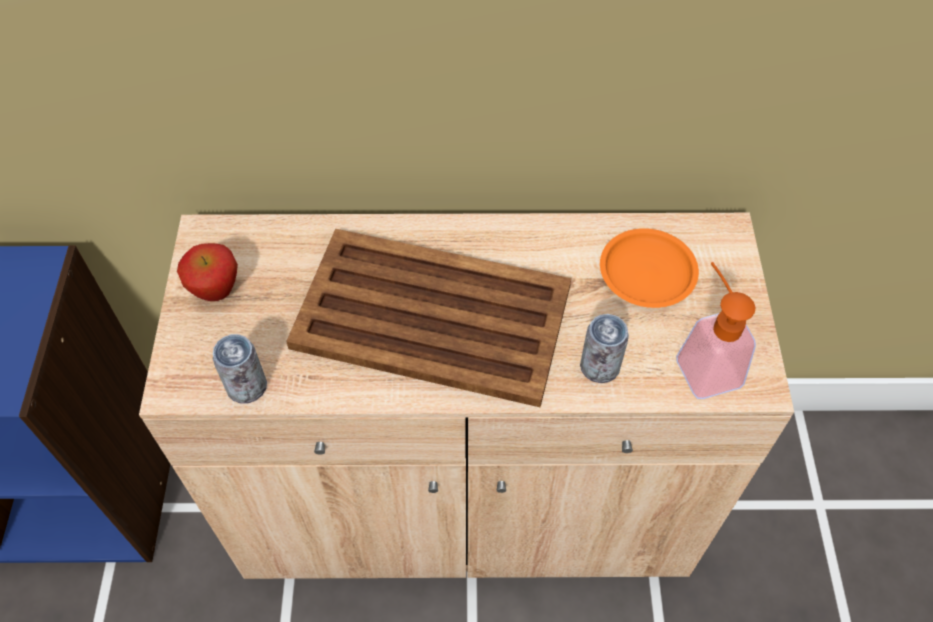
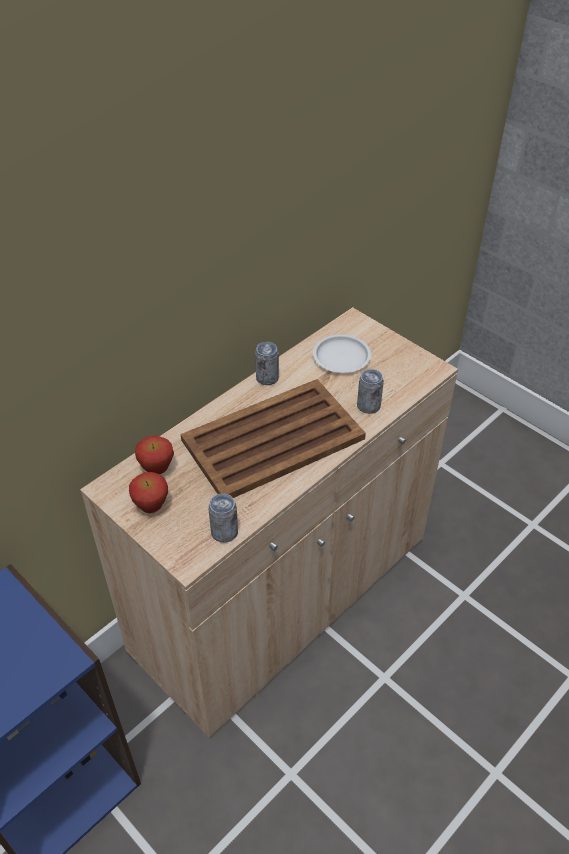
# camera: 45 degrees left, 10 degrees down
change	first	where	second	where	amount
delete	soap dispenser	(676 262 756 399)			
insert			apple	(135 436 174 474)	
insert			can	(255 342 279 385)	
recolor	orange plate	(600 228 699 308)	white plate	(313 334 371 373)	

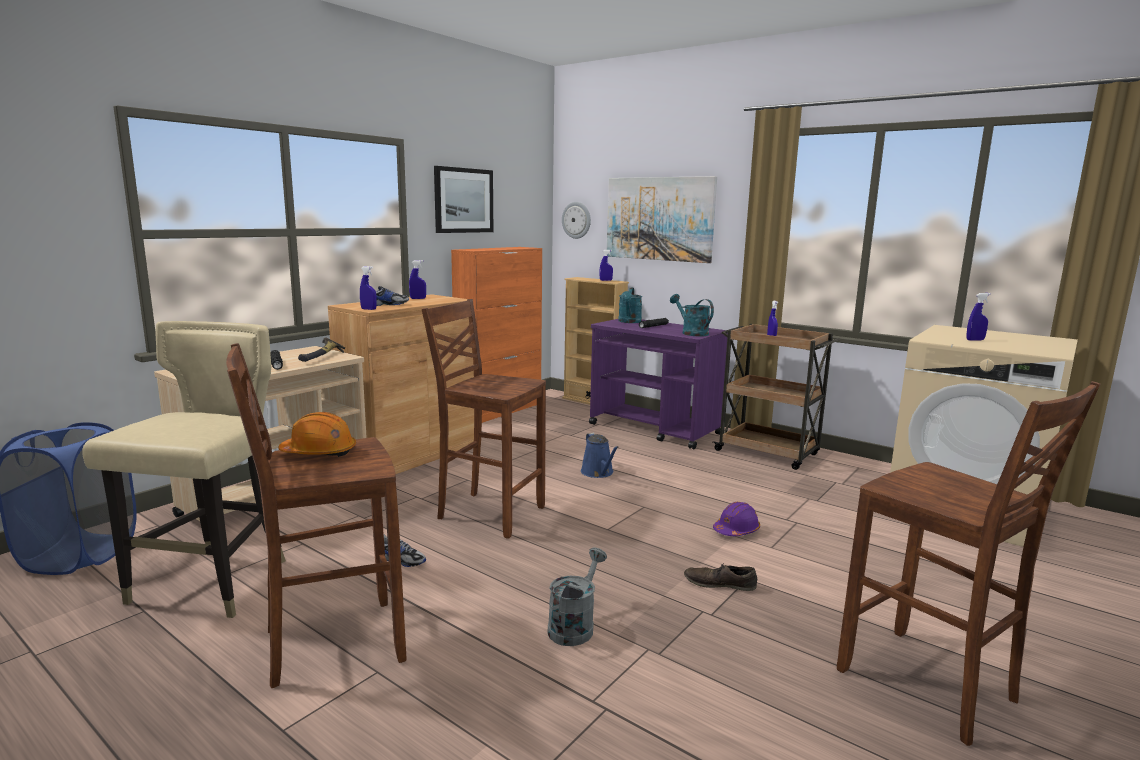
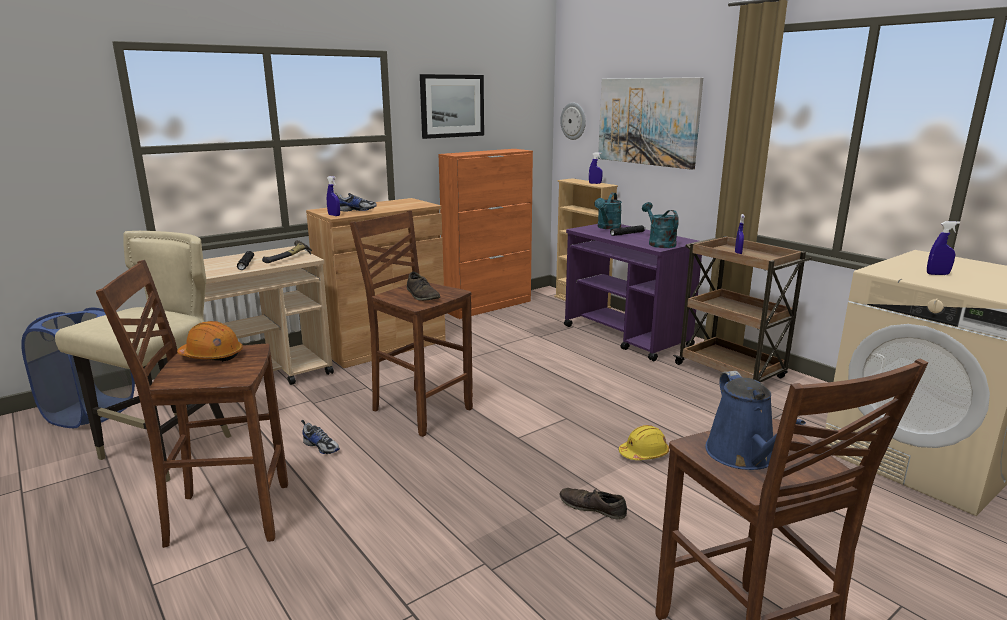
# camera: 15 degrees right, 5 degrees up
change	first	where	second	where	amount
delete	blue spray bottle	(409 260 426 299)			
delete	grey watering can	(547 548 607 646)			
insert			brown shoe	(407 271 440 301)	
move	blue watering can	(581 433 619 478)		(705 371 806 470)	
recolor	purple hard hat	(713 502 760 536)	yellow hard hat	(619 425 669 460)	

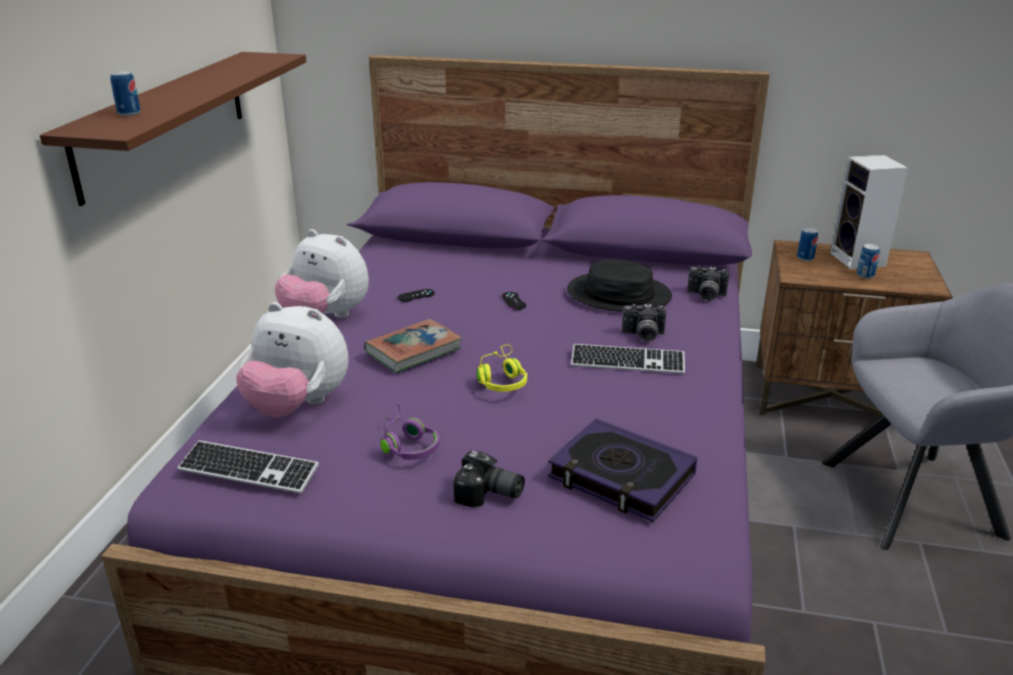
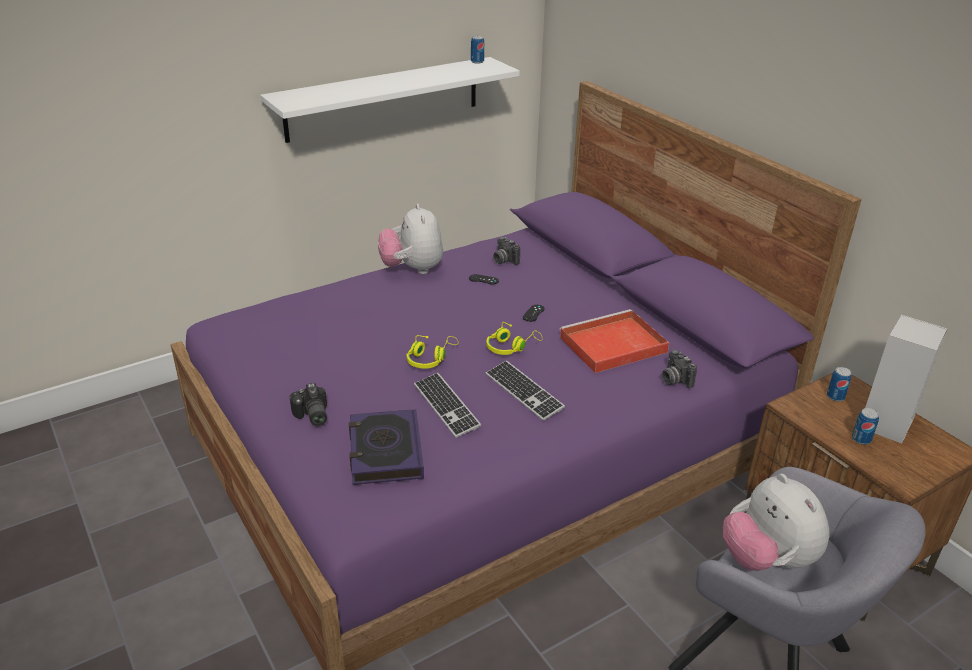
# camera: 45 degrees right, 5 degrees up
change	first	where	second	where	amount
delete	book	(364 319 462 373)			
delete	purple headphones	(380 404 440 460)			
insert			yellow headphones	(486 322 543 355)	
move	can	(110 71 141 116)		(471 36 484 64)	
move	keyboard	(177 440 319 493)		(414 372 481 438)	
move	plush toy	(236 302 349 418)		(723 473 830 571)	
move	photo camera	(622 304 666 342)		(493 237 520 265)	
replace	black hat	(567 259 672 312)	red tray	(559 309 669 373)	
recolor	brown shelf	(40 52 306 206)	white shelf	(260 57 520 143)	

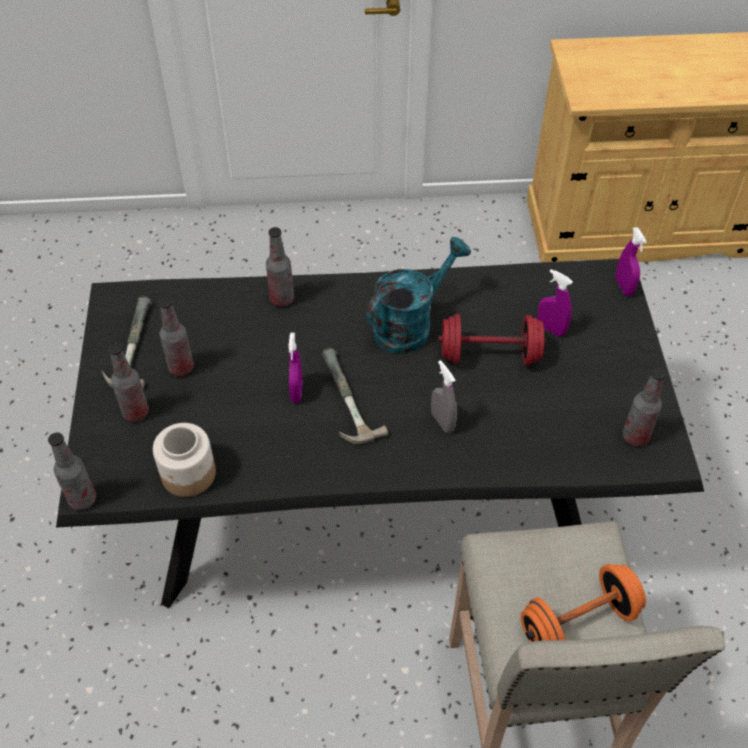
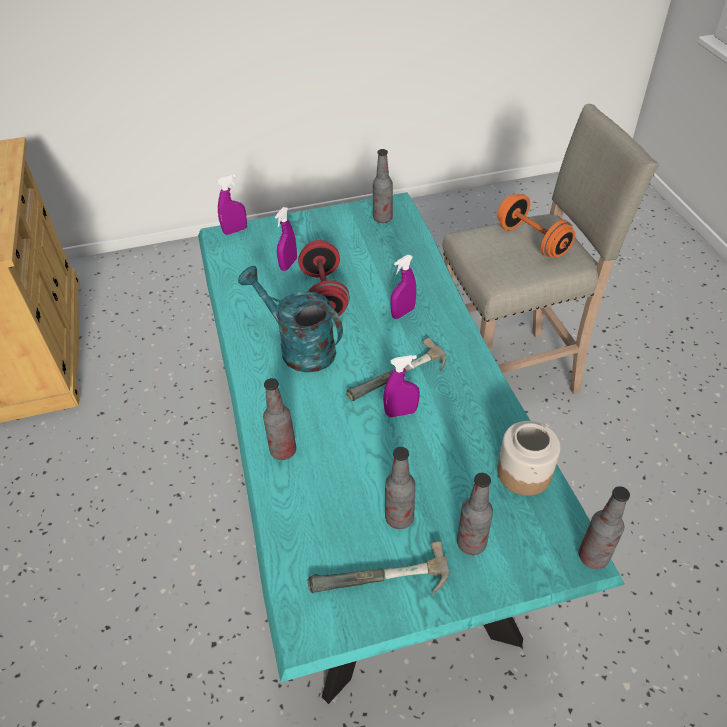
# camera: 100 degrees left, 5 degrees down
change	first	where	second	where	amount
recolor	black dining table	(56 259 704 608)	turquoise dining table	(198 192 625 704)	
recolor	grey spray bottle	(431 360 457 433)	purple spray bottle	(391 255 416 319)	

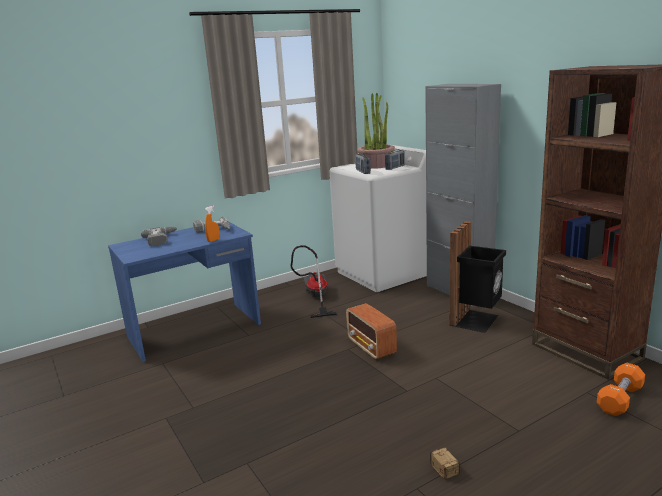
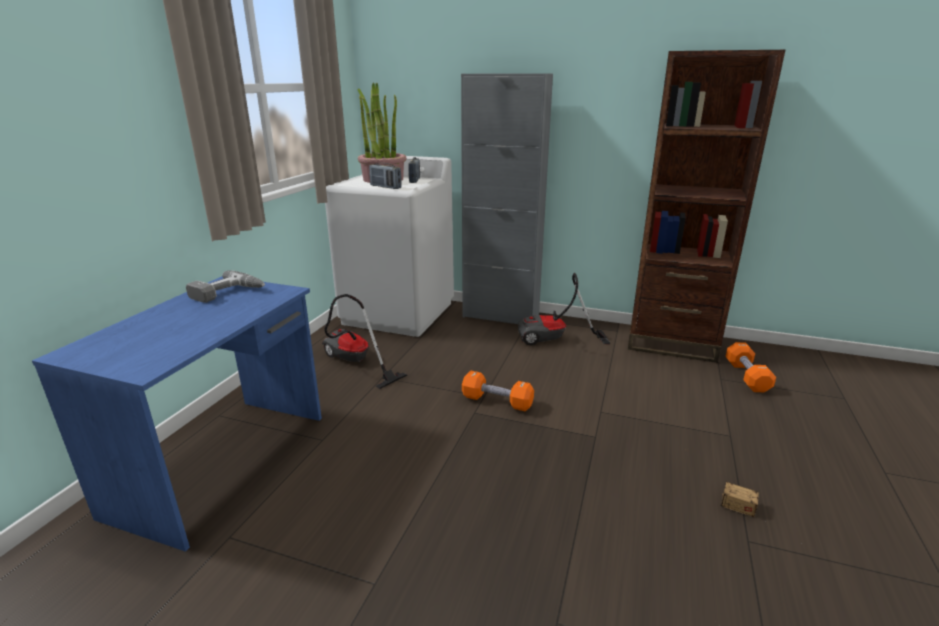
# camera: 40 degrees left, 5 degrees up
change	first	where	second	where	amount
delete	power drill	(141 227 178 246)			
delete	orange spray bottle	(205 205 220 242)			
replace	radio	(346 303 397 360)	orange dumbbell	(462 371 534 411)	
replace	black trash can	(449 221 506 333)	vacuum cleaner	(518 273 610 345)	

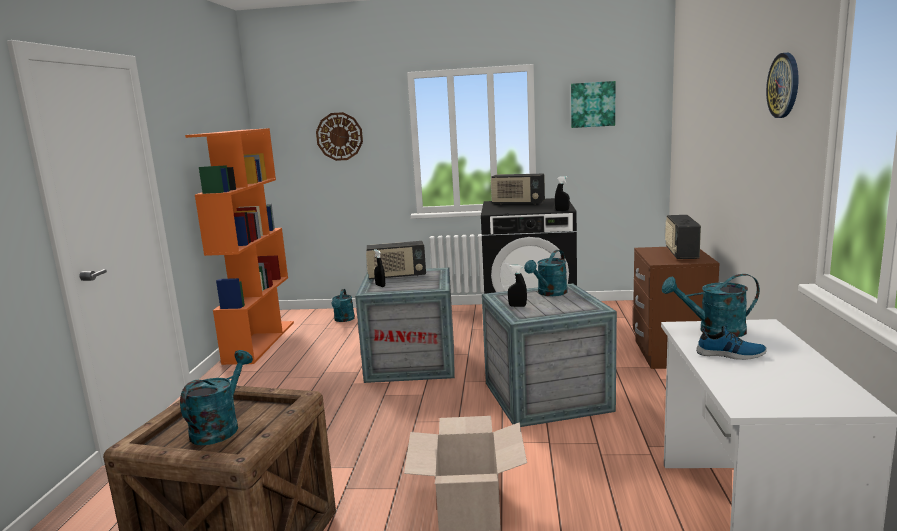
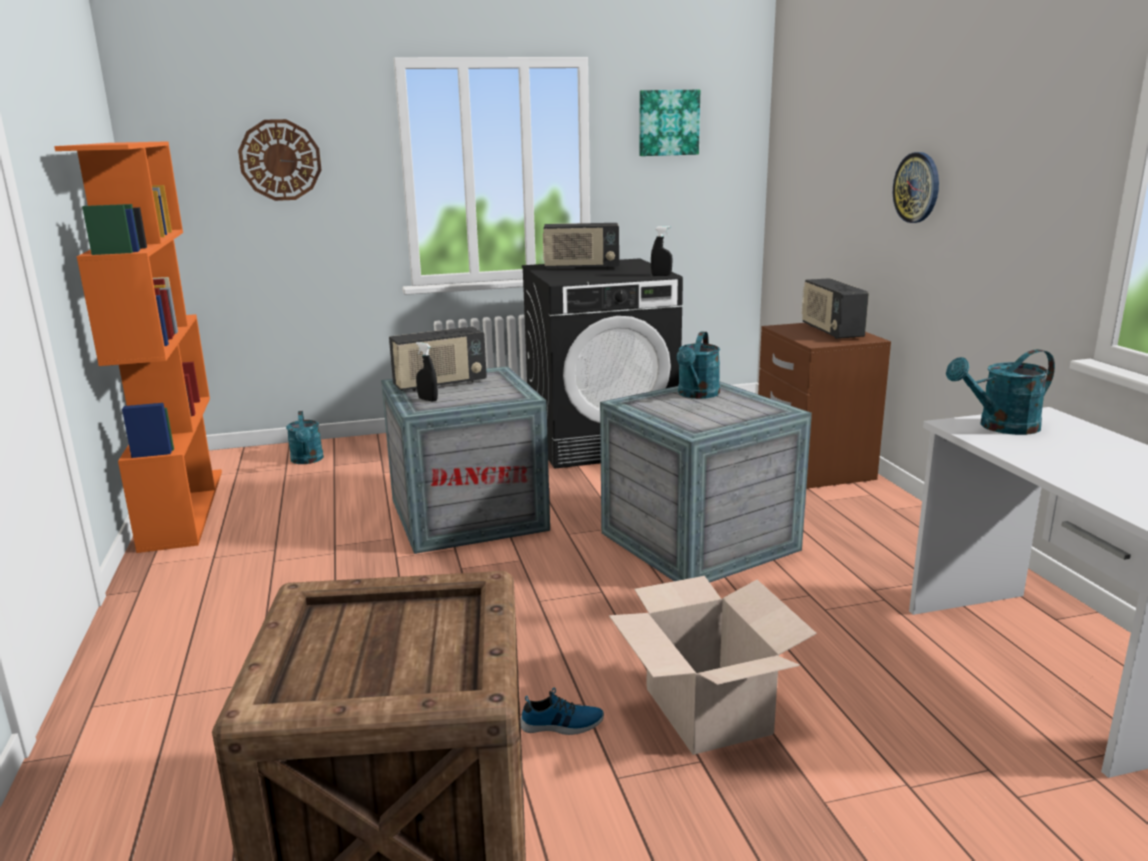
# camera: 20 degrees left, 5 degrees up
change	first	where	second	where	amount
delete	turquoise watering can	(180 350 253 445)			
delete	black spray bottle	(508 265 527 307)			
move	shoe	(696 323 767 360)		(520 688 604 735)	
move	wall clock	(766 53 799 118)		(893 152 939 223)	

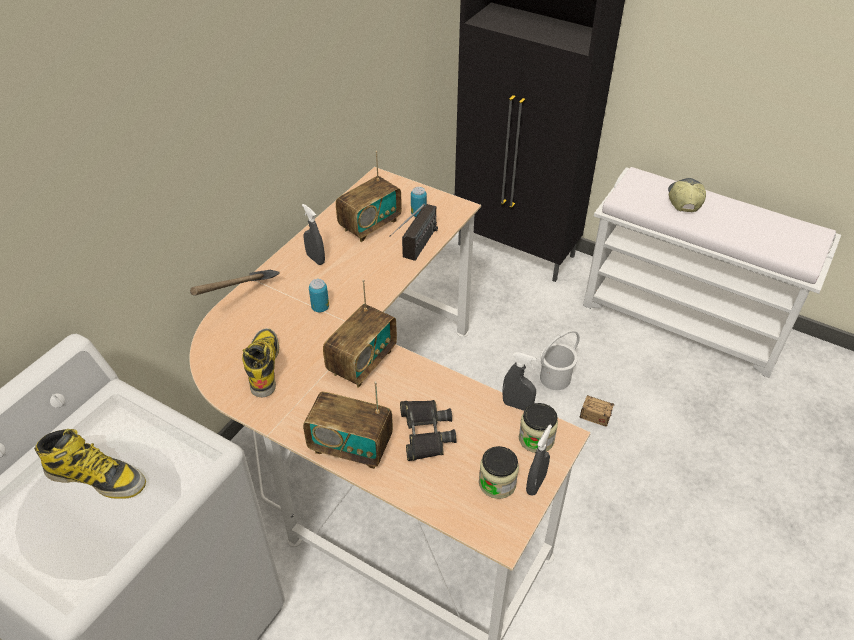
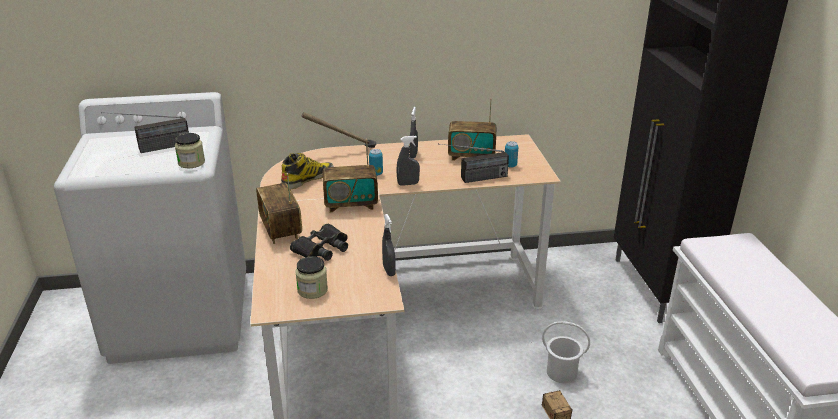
# camera: 50 degrees right, 15 degrees down
change	first	where	second	where	amount
delete	cap	(668 178 706 212)			
move	jar	(519 403 558 453)		(175 133 205 168)	
move	grey spray bottle	(526 425 552 495)		(396 136 420 186)	
replace	boot	(34 429 146 499)	radio	(101 112 189 153)	

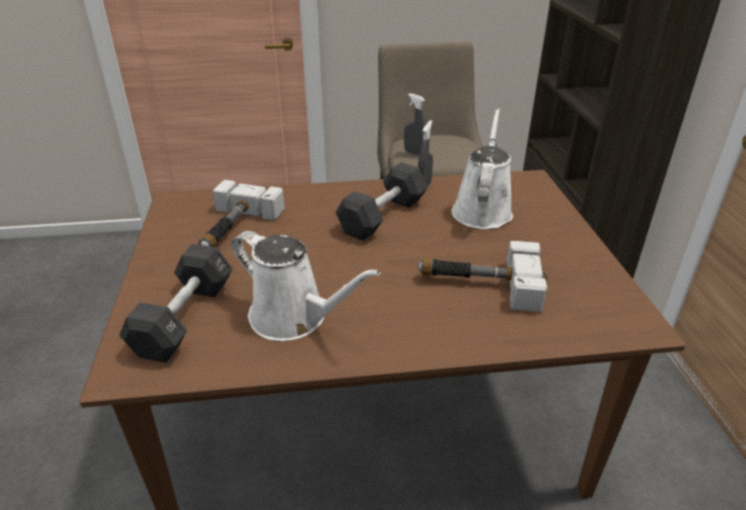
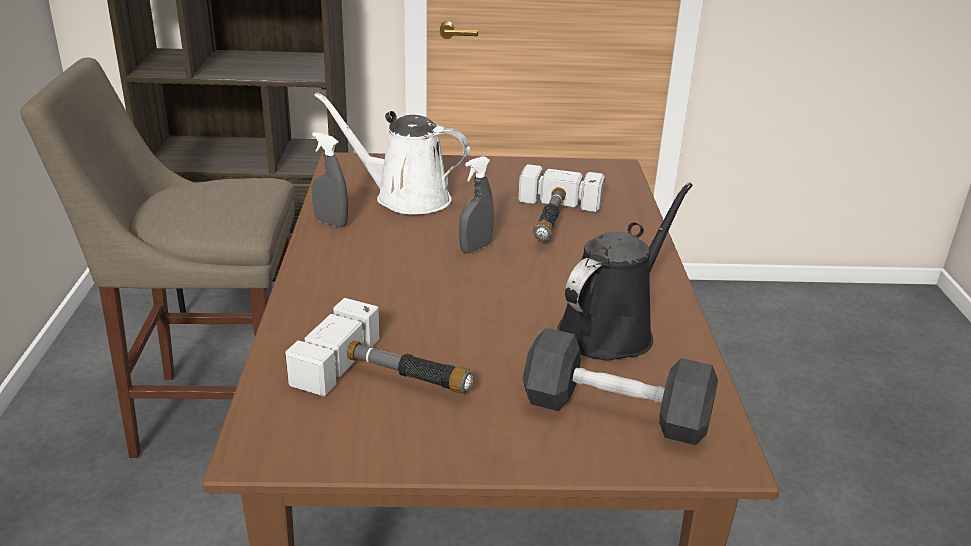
# camera: 85 degrees left, 5 degrees down
change	first	where	second	where	amount
delete	black dumbbell	(335 162 428 241)			
move	grey spray bottle	(404 93 426 156)		(459 156 494 253)	
recolor	white watering can	(231 231 381 341)	black watering can	(557 183 693 360)	

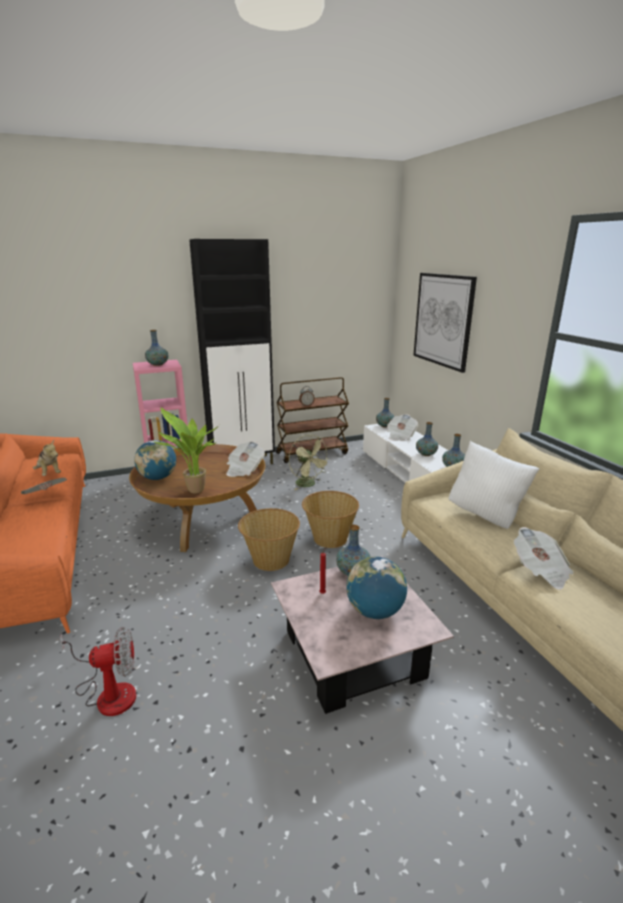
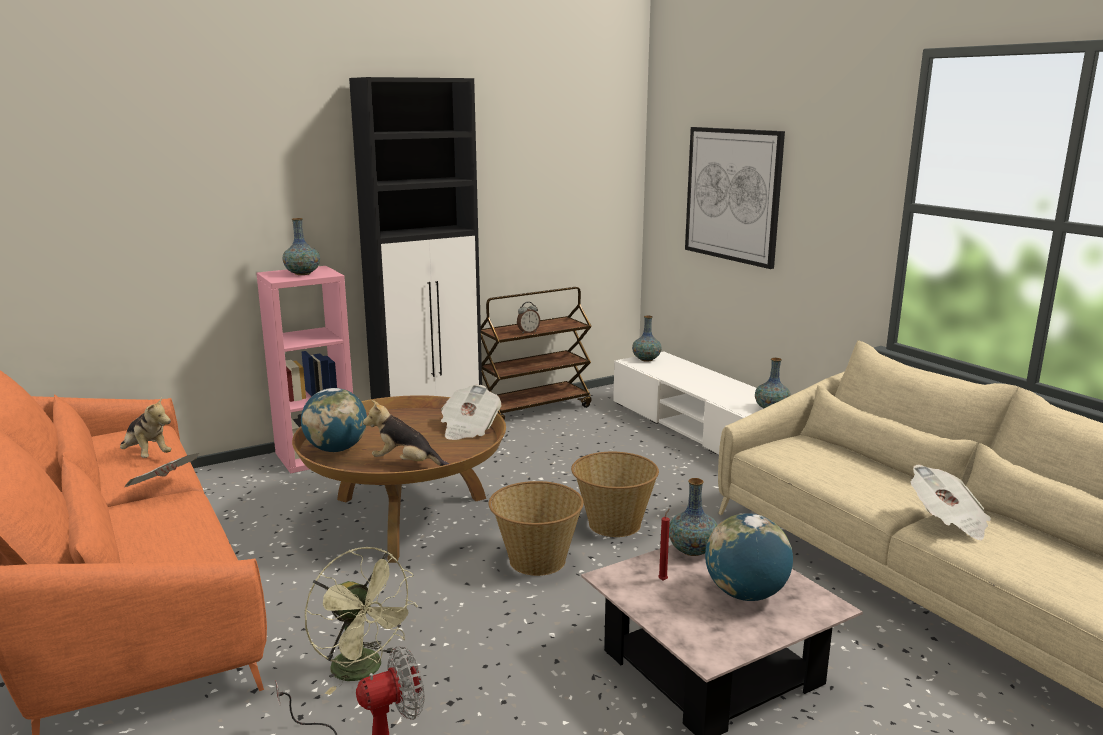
# camera: 10 degrees left, 5 degrees down
change	first	where	second	where	amount
delete	newspaper	(387 414 419 441)			
delete	vase	(416 422 438 456)			
delete	white pillow	(449 441 539 529)			
move	green fan	(289 435 331 490)		(304 547 418 695)	
replace	potted plant	(153 408 219 493)	plush toy	(363 400 449 466)	

